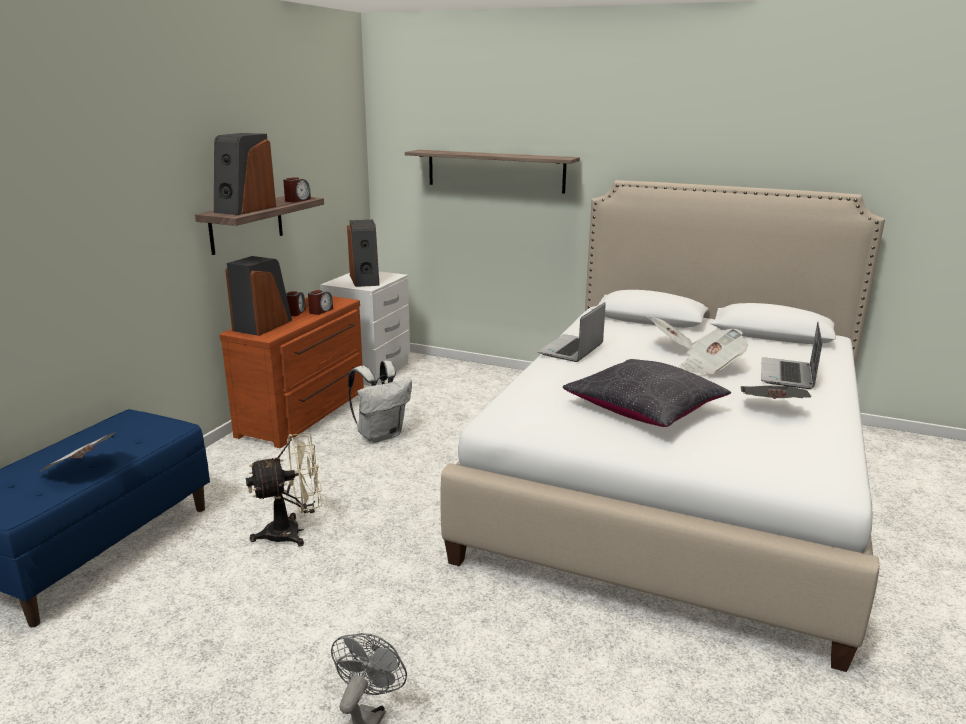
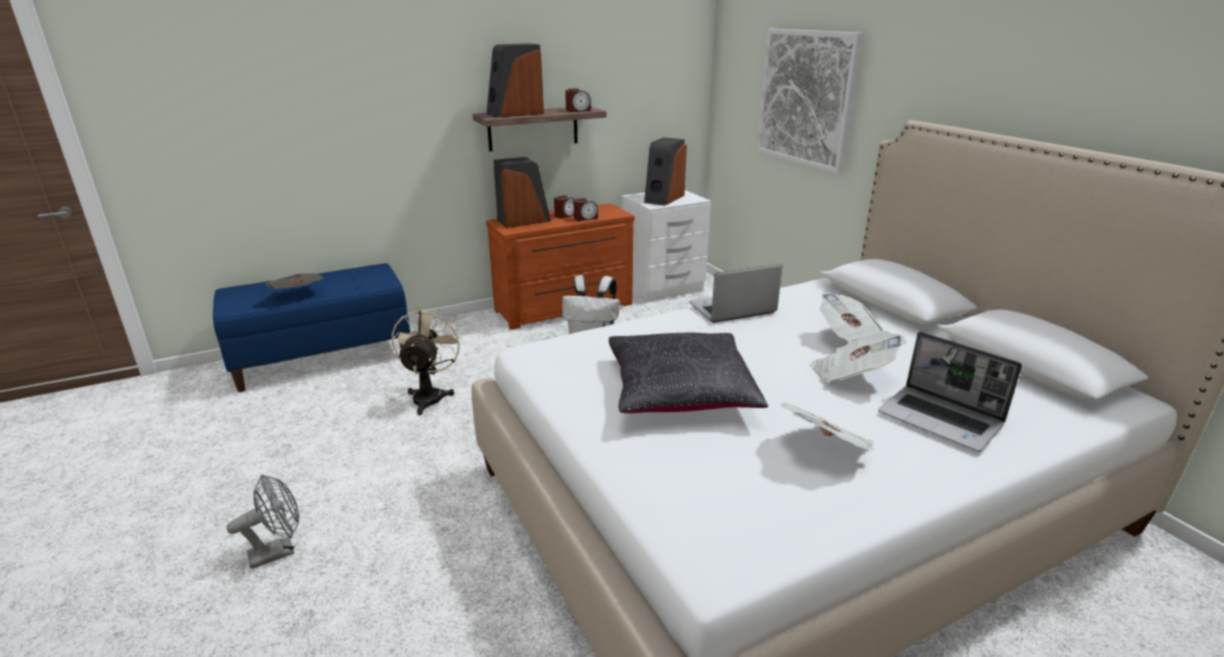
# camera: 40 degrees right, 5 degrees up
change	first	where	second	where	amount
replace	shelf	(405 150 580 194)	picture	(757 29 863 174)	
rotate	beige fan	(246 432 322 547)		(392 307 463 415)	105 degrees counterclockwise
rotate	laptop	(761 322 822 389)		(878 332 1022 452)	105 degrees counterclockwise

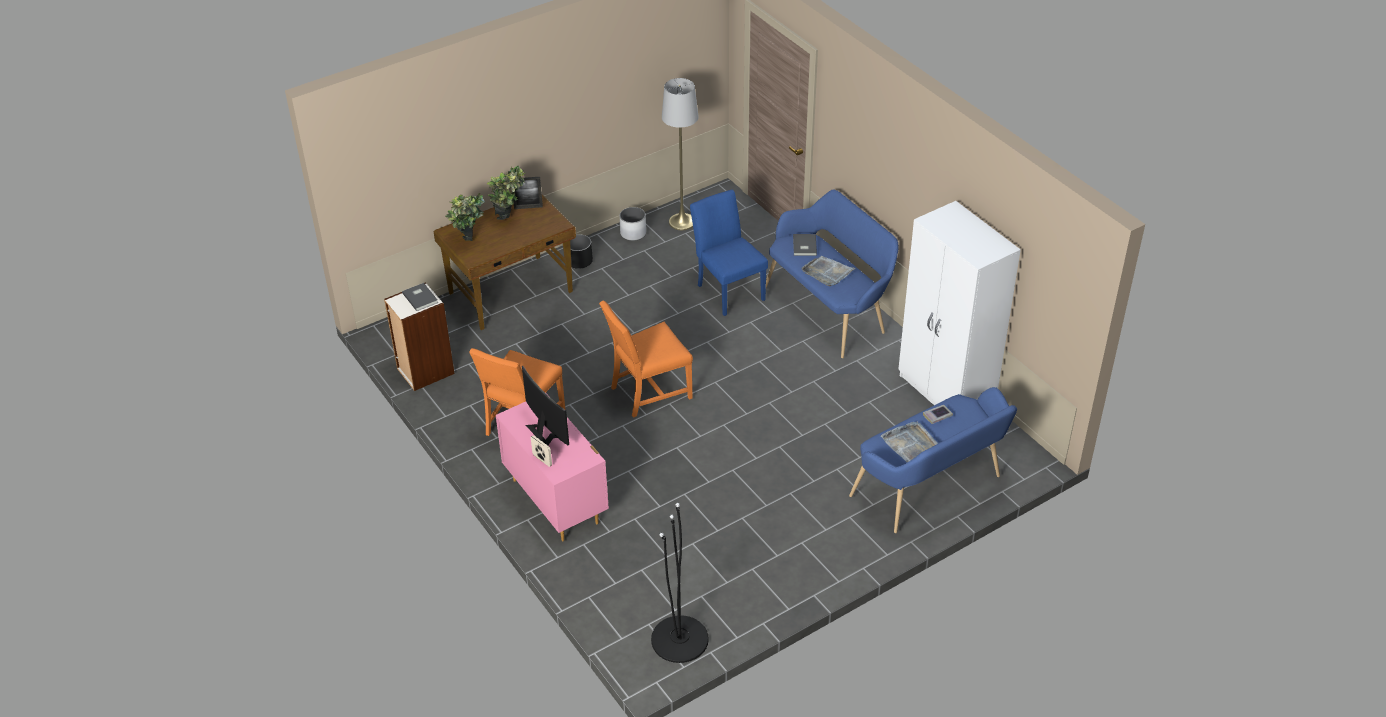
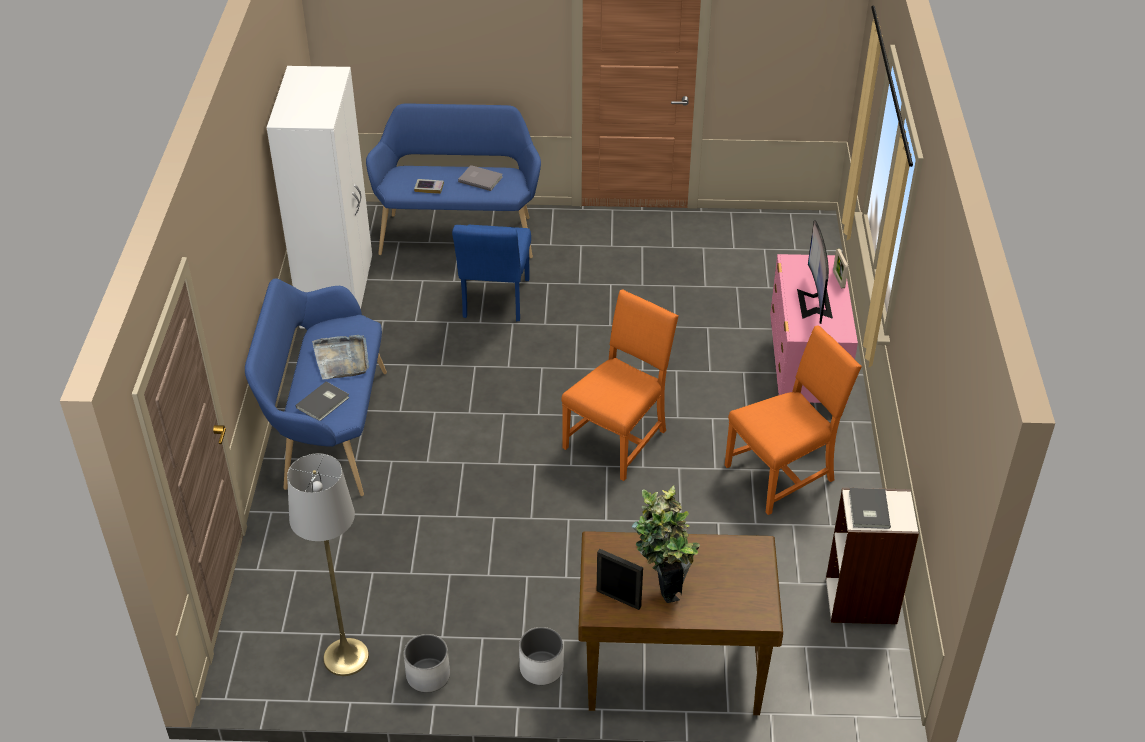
# camera: 145 degrees left, 0 degrees up
change	first	where	second	where	amount
delete	potted plant	(445 193 485 241)			
delete	black floor lamp	(651 503 709 663)			
move	blue chair	(690 190 768 316)		(452 225 531 321)	
replace	grey tray	(881 422 938 462)	grey book	(458 165 503 191)	
recolor	black planter	(570 234 593 269)	white planter	(519 627 563 685)	
rotate	orange chair	(599 301 693 418)		(561 290 679 481)	60 degrees counterclockwise

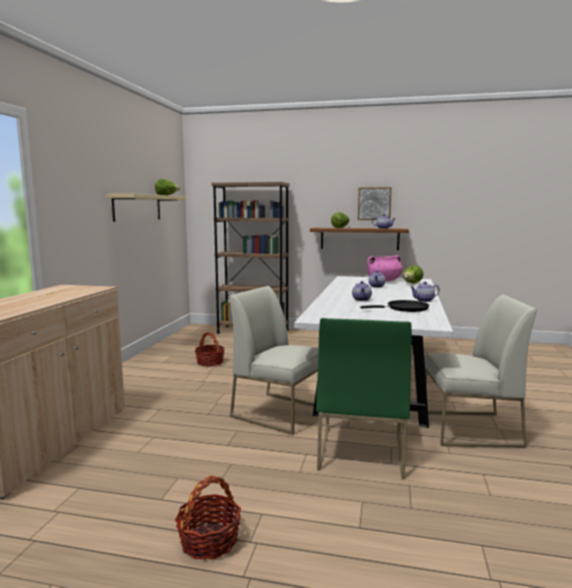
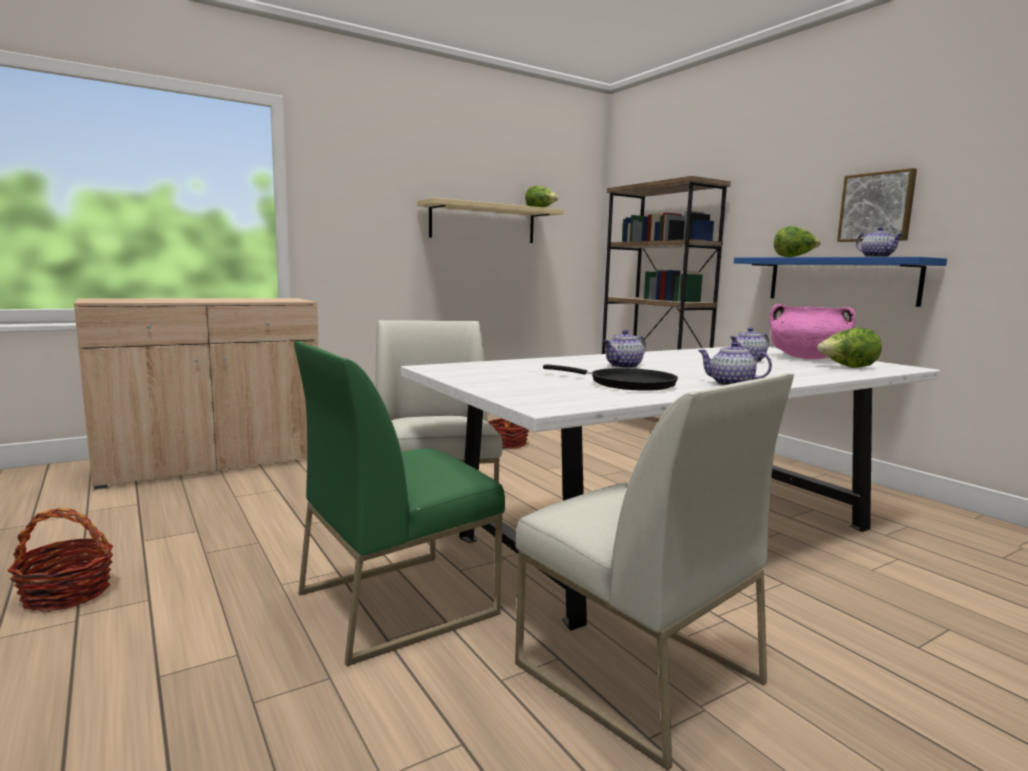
# camera: 45 degrees right, 0 degrees up
change	first	where	second	where	amount
recolor	brown shelf	(310 228 409 250)	blue shelf	(734 257 947 307)	

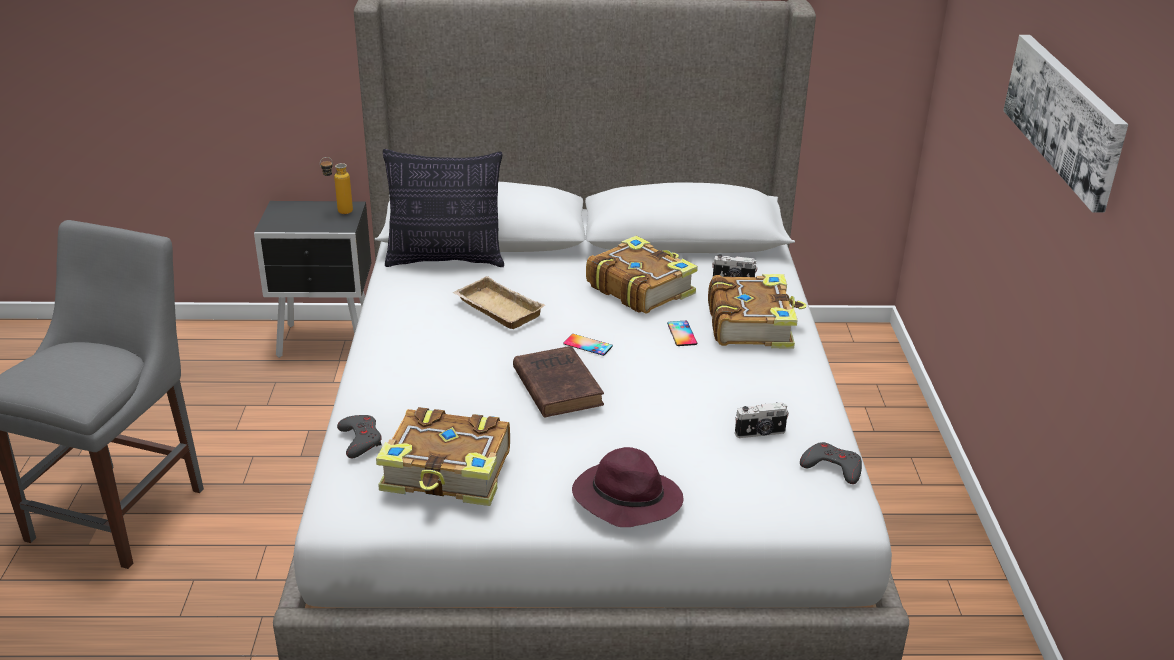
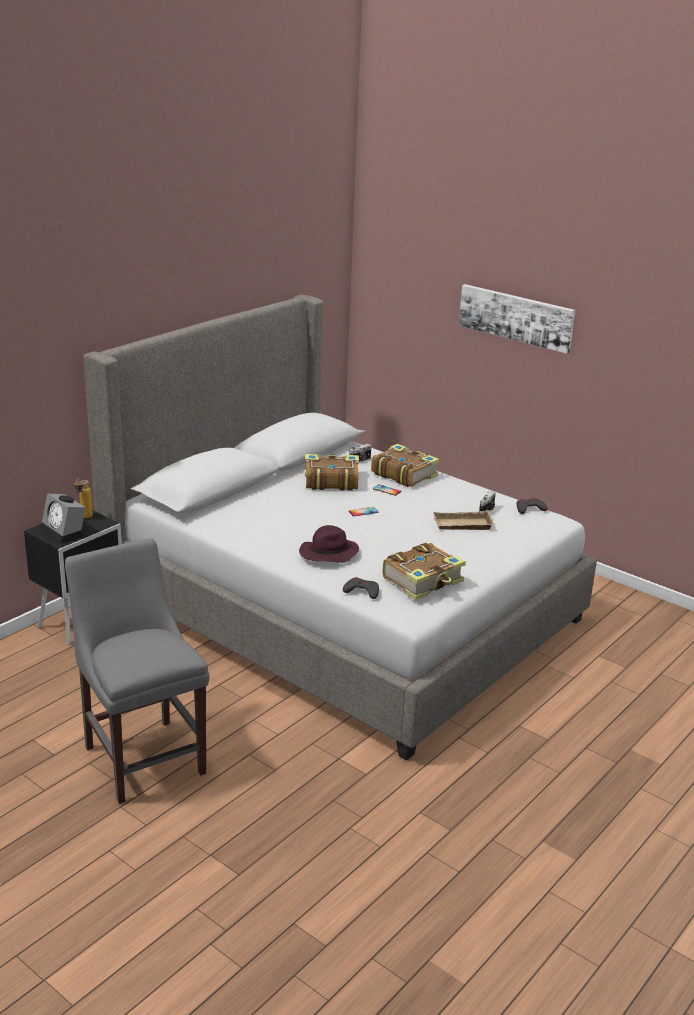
# camera: 50 degrees left, 5 degrees down
change	first	where	second	where	amount
delete	pillow	(383 149 504 267)			
delete	brown book	(513 346 604 417)			
insert			alarm clock	(41 494 86 544)	
move	beige tray	(453 276 545 329)		(433 510 494 530)	
move	purple hat	(572 447 684 527)		(299 525 359 563)	

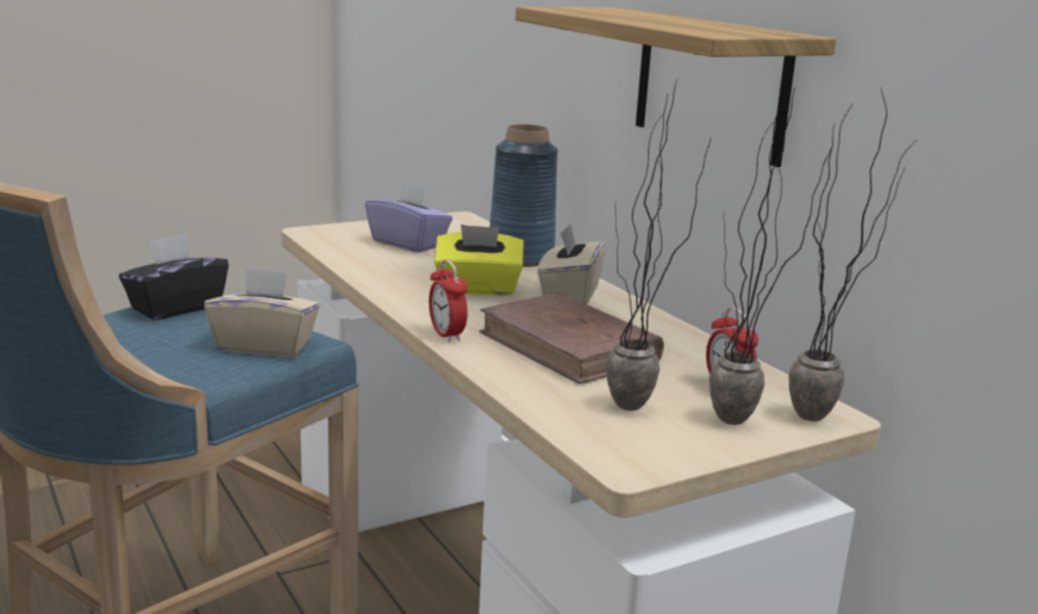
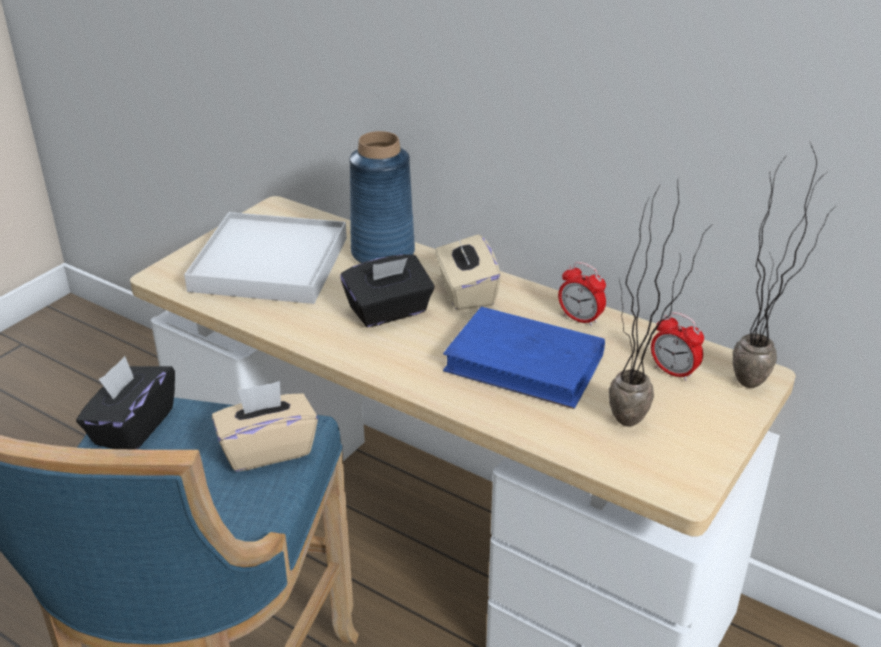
# camera: 25 degrees left, 15 degrees up
change	first	where	second	where	amount
delete	shelf	(515 6 836 167)			
delete	potted plant	(709 89 831 425)			
move	alarm clock	(429 260 467 342)		(558 262 606 326)	
replace	purple tissue box	(365 181 453 253)	white tray	(184 212 347 304)	
recolor	yellow tissue box	(434 224 524 296)	black tissue box	(340 254 434 327)	
recolor	brown book	(479 293 664 384)	blue book	(443 307 605 409)	

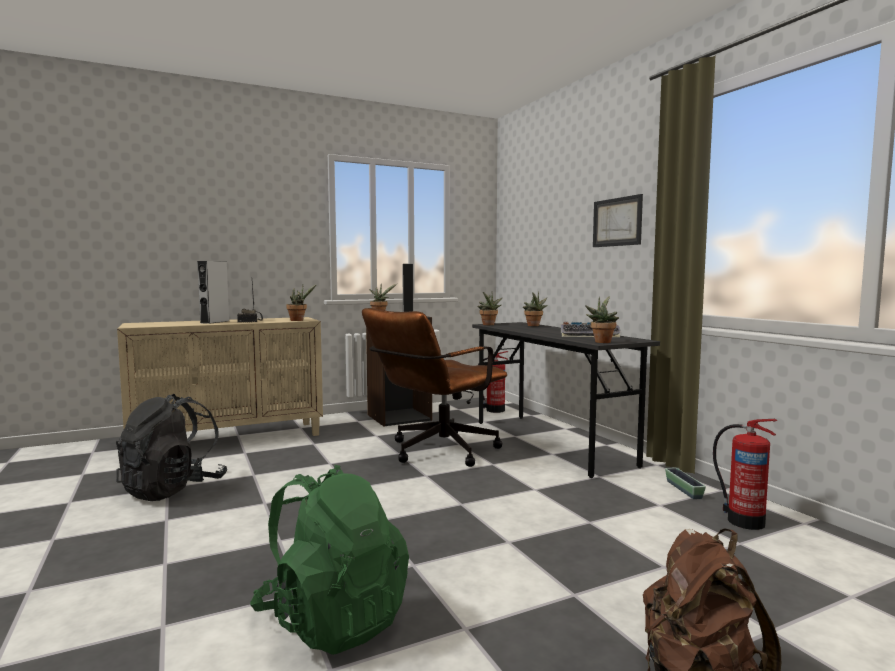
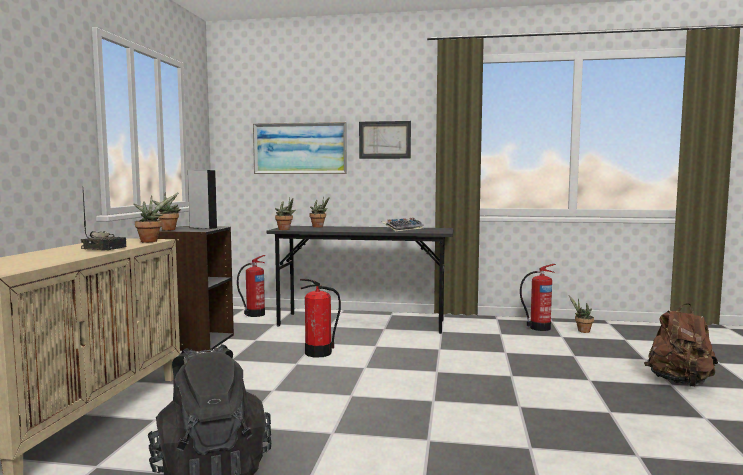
# camera: 55 degrees left, 0 degrees up
change	first	where	second	where	amount
delete	grey speaker	(197 261 229 324)			
delete	green backpack	(250 465 409 655)			
delete	planter	(665 468 706 499)			
insert			picture	(253 122 347 174)	
move	potted plant	(585 296 619 343)		(569 295 594 333)	
replace	brown office chair	(362 308 507 467)	fire extinguisher	(300 279 341 358)	

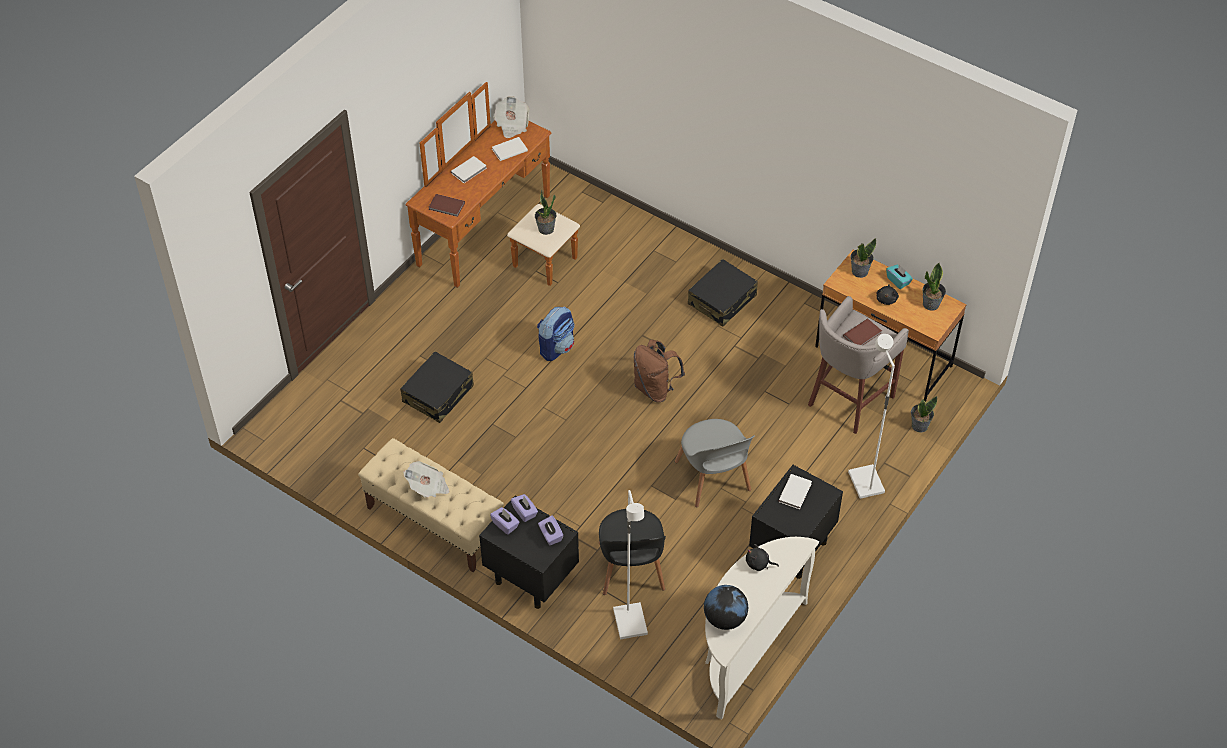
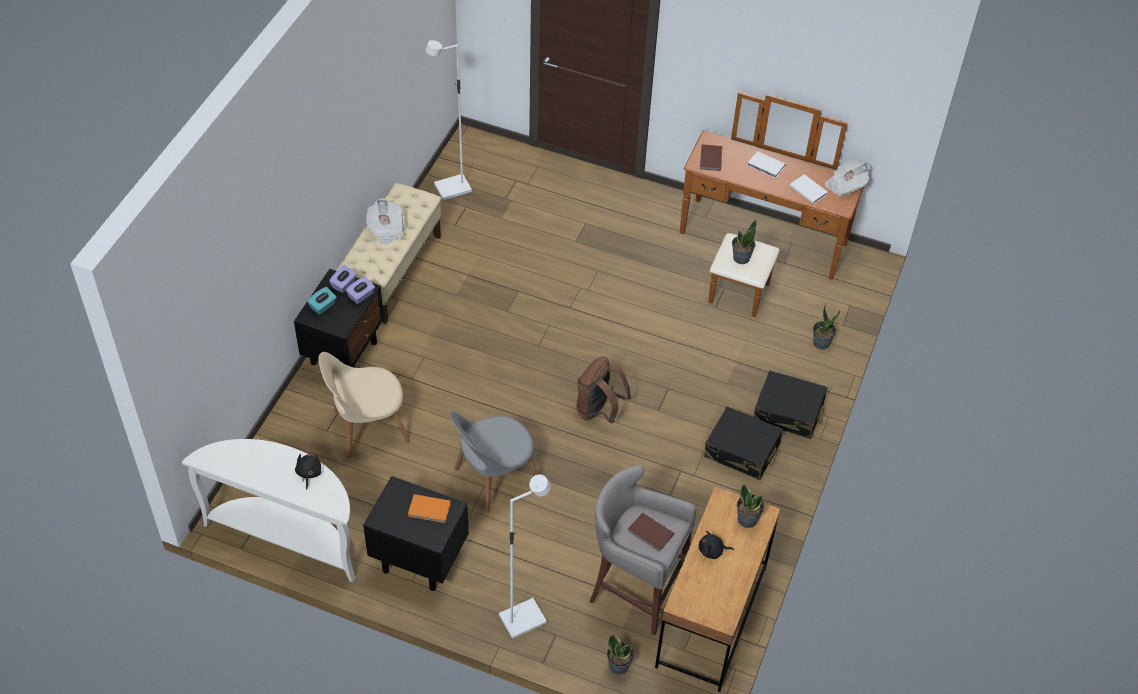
# camera: 75 degrees right, 0 degrees up
change	first	where	second	where	amount
delete	backpack	(537 307 575 361)			
delete	purple tissue box	(538 515 563 545)			
delete	globe	(704 585 748 630)			
move	black suitcase	(400 351 474 423)		(754 370 827 439)	
move	white floor lamp	(613 490 648 639)		(425 40 472 200)	
move	turquoise tissue box	(886 264 913 289)		(307 287 337 315)	
move	potted plant	(922 263 946 311)		(813 303 840 349)	
recolor	black chair	(599 509 666 595)	beige chair	(318 352 410 458)	
recolor	white book	(778 474 812 509)	orange book	(408 494 451 523)	

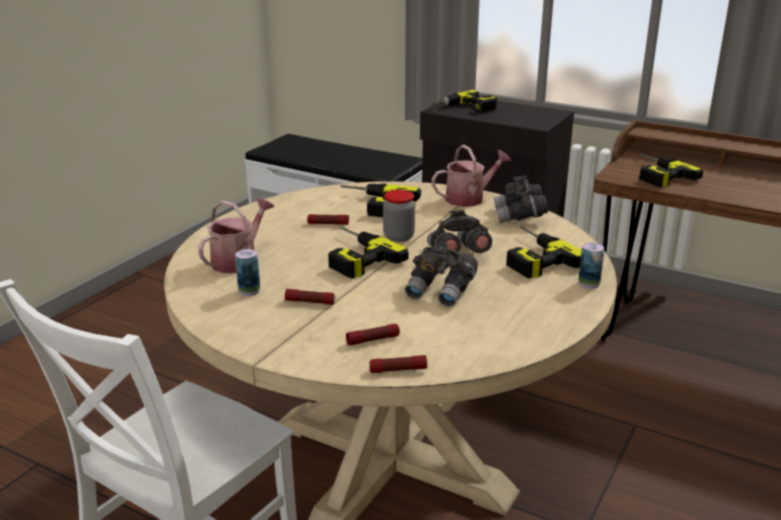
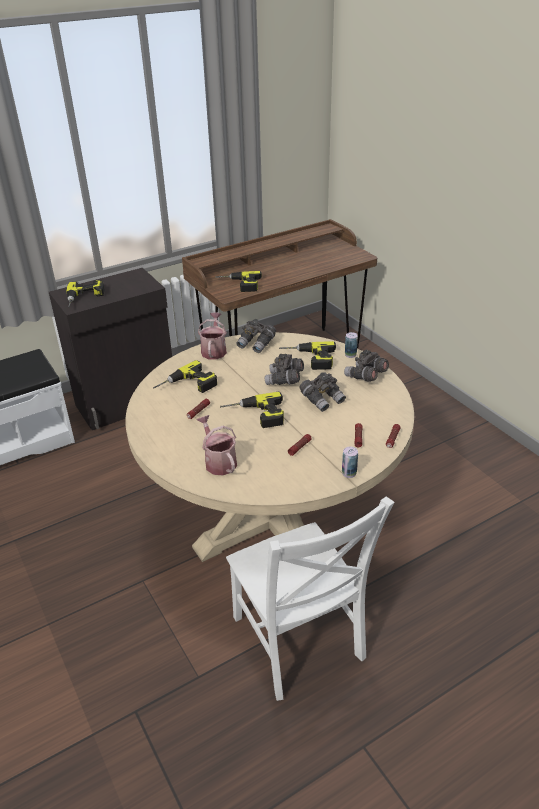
# camera: 60 degrees left, 10 degrees up
change	first	where	second	where	amount
delete	jar	(383 190 415 242)			
insert			grey binoculars	(344 349 389 382)	
move	can	(235 249 260 296)		(342 447 358 478)	

